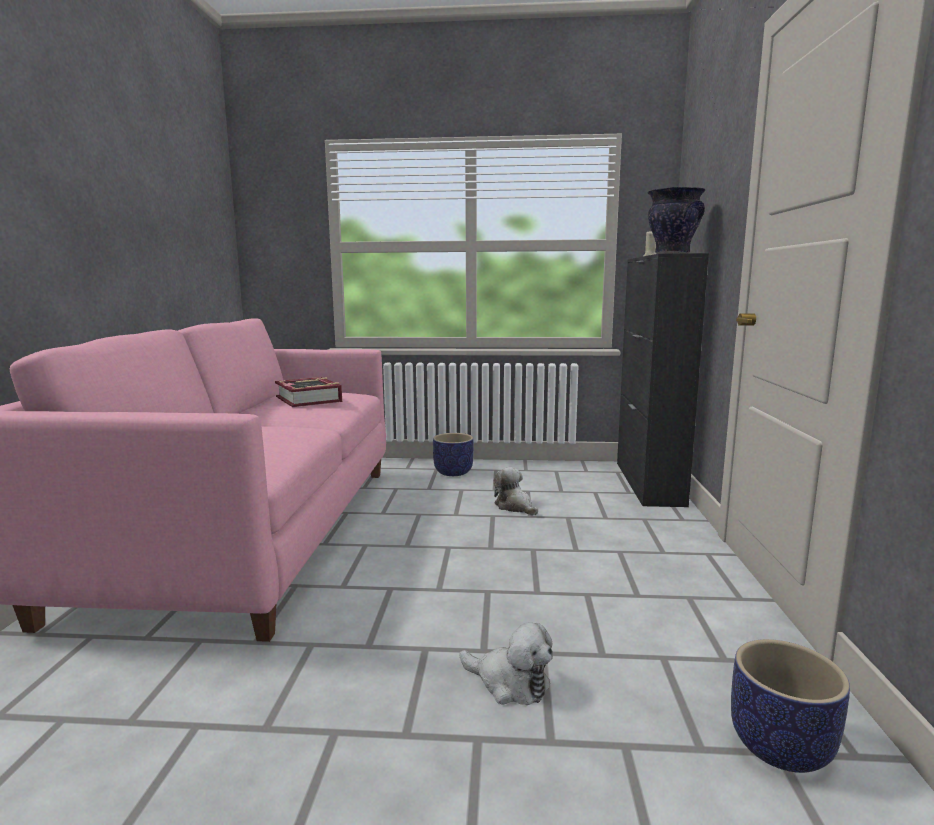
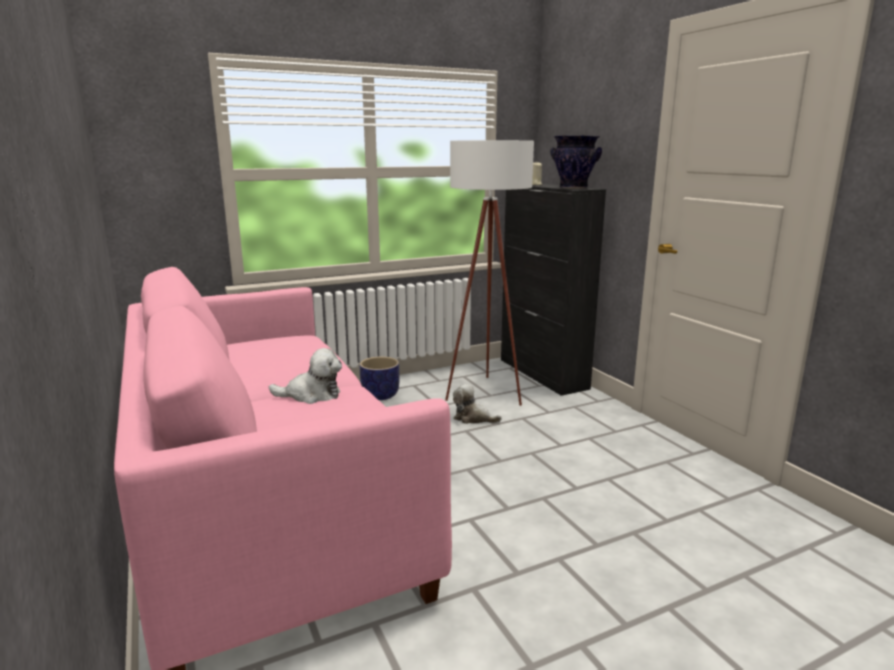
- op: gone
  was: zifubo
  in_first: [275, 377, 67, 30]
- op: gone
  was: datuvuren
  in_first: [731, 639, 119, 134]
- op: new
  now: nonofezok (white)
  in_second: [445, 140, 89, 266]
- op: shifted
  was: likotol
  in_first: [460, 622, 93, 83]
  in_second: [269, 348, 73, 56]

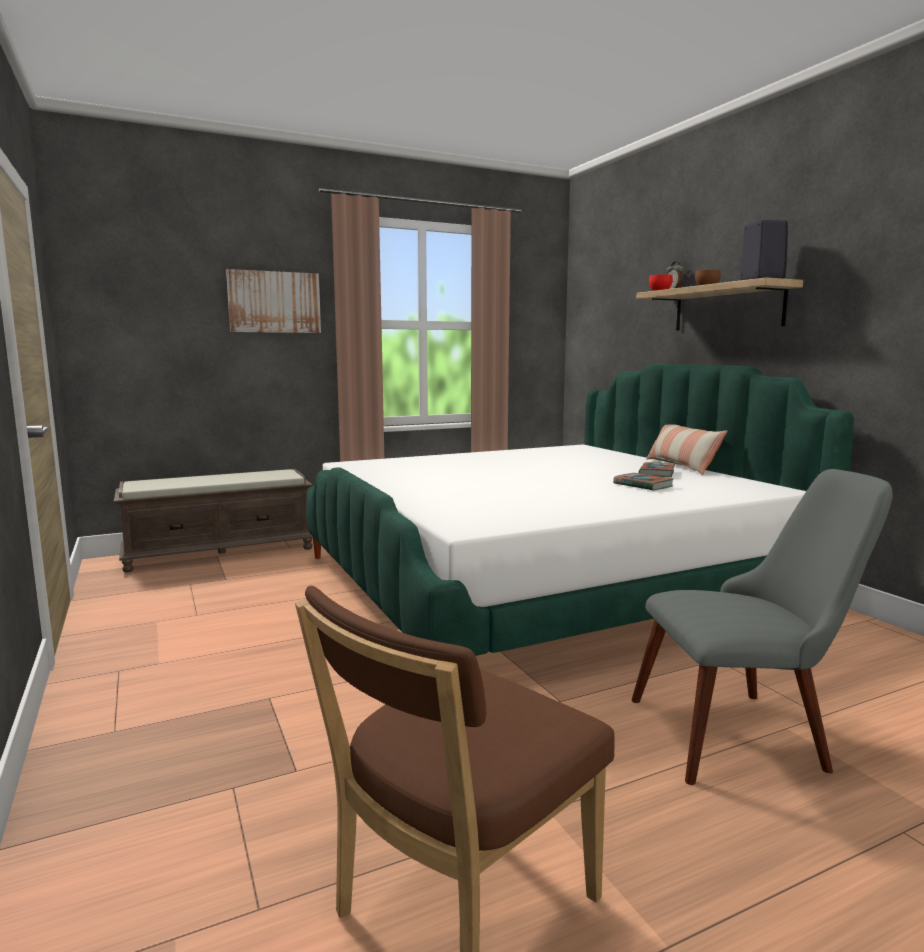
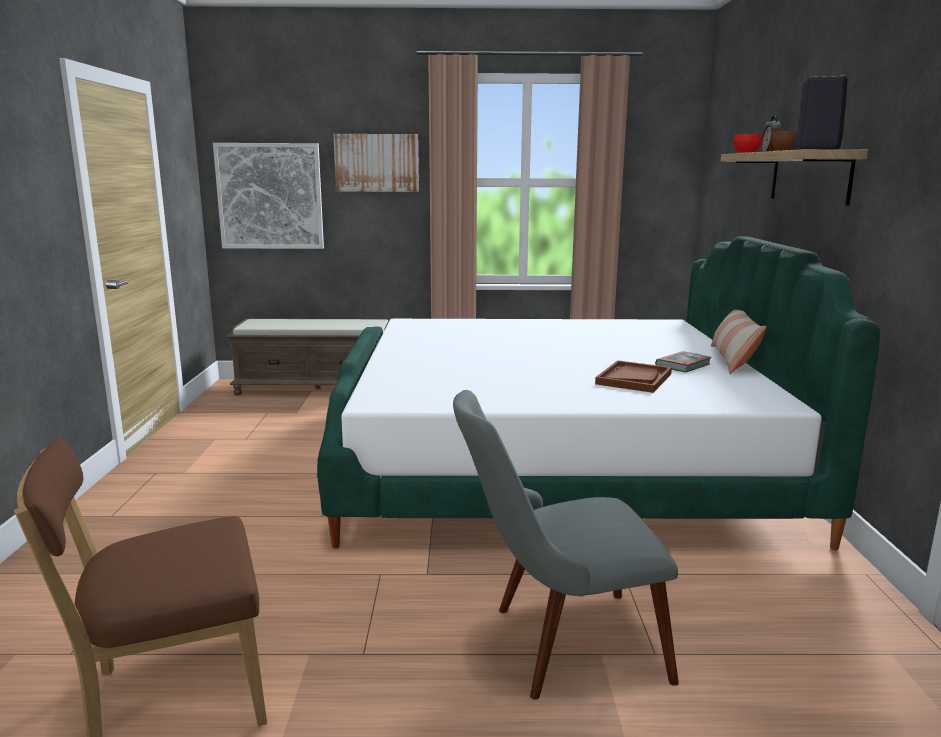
- op: new
  now: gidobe
  in_second: [213, 143, 111, 106]
- op: swapped
  was: zifubo
  now: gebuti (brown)
  in_first: [613, 473, 60, 18]
  in_second: [595, 360, 77, 33]
- op: rotated
  was: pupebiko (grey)
  in_first: [632, 469, 261, 316]
  in_second: [453, 390, 226, 310]
  clockwise: 150

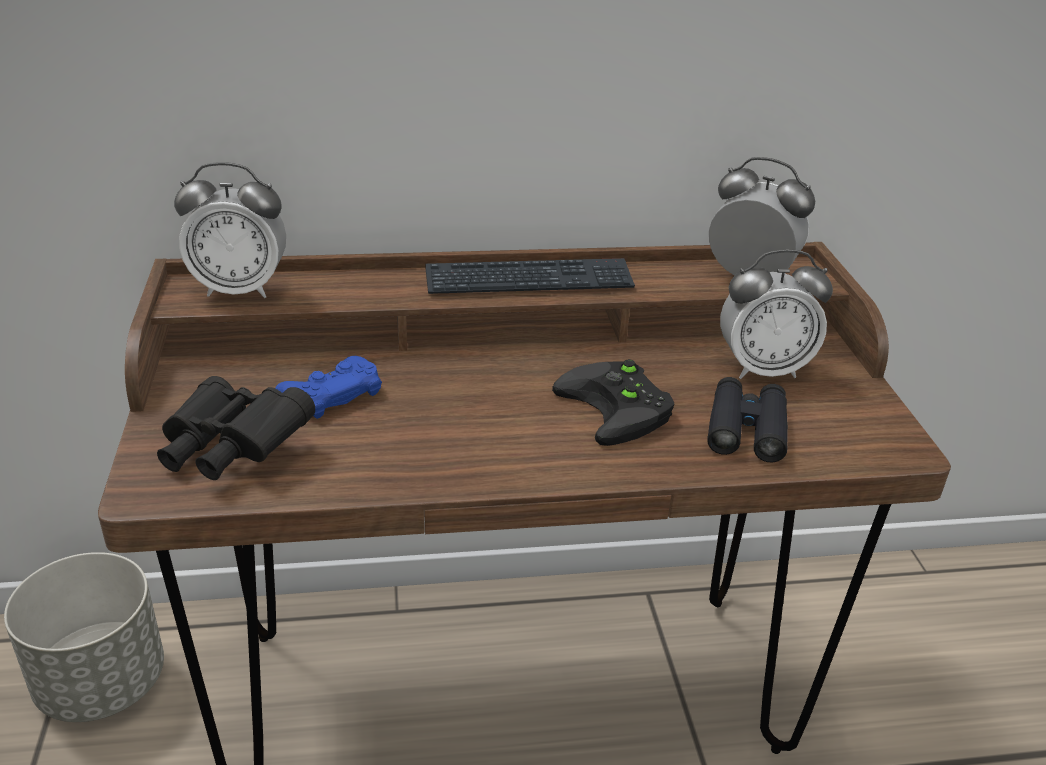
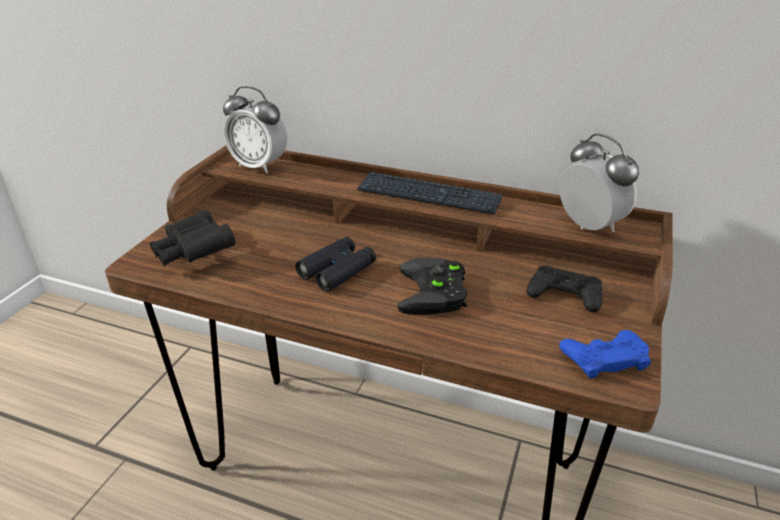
- op: gone
  was: datuvuren (grey)
  in_first: [4, 552, 160, 170]
- op: shifted
  was: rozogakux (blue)
  in_first: [275, 356, 107, 63]
  in_second: [559, 330, 92, 49]
- op: shifted
  was: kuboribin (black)
  in_first: [707, 377, 81, 85]
  in_second: [295, 237, 81, 55]
- op: swapped
  was: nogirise
  now: rozogakux (black)
  in_first: [720, 249, 113, 130]
  in_second: [527, 266, 75, 46]

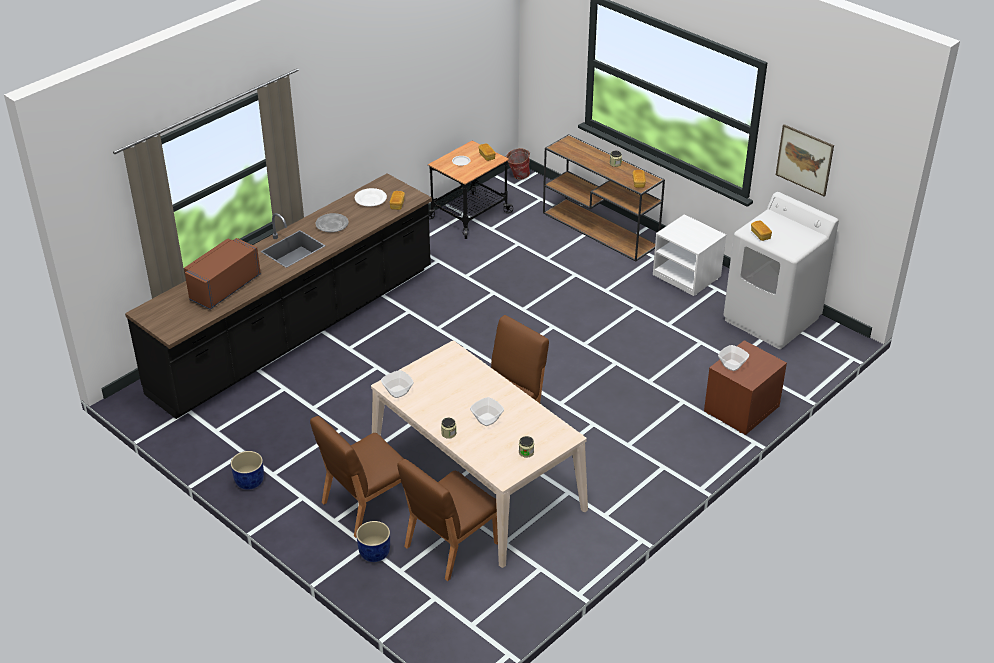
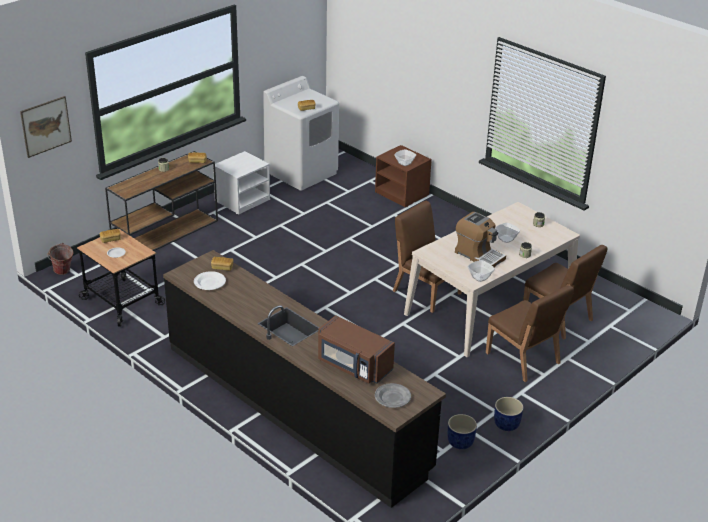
- op: new
  now: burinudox
  in_second: [455, 212, 51, 55]
- op: shifted
  was: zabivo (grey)
  in_first: [316, 213, 33, 19]
  in_second: [375, 383, 36, 25]
- op: shifted
  was: datuvuren (blue)
  in_first: [356, 521, 34, 41]
  in_second: [448, 414, 29, 35]
- op: shifted
  was: gidobe
  in_first: [776, 124, 58, 73]
  in_second: [20, 96, 52, 62]

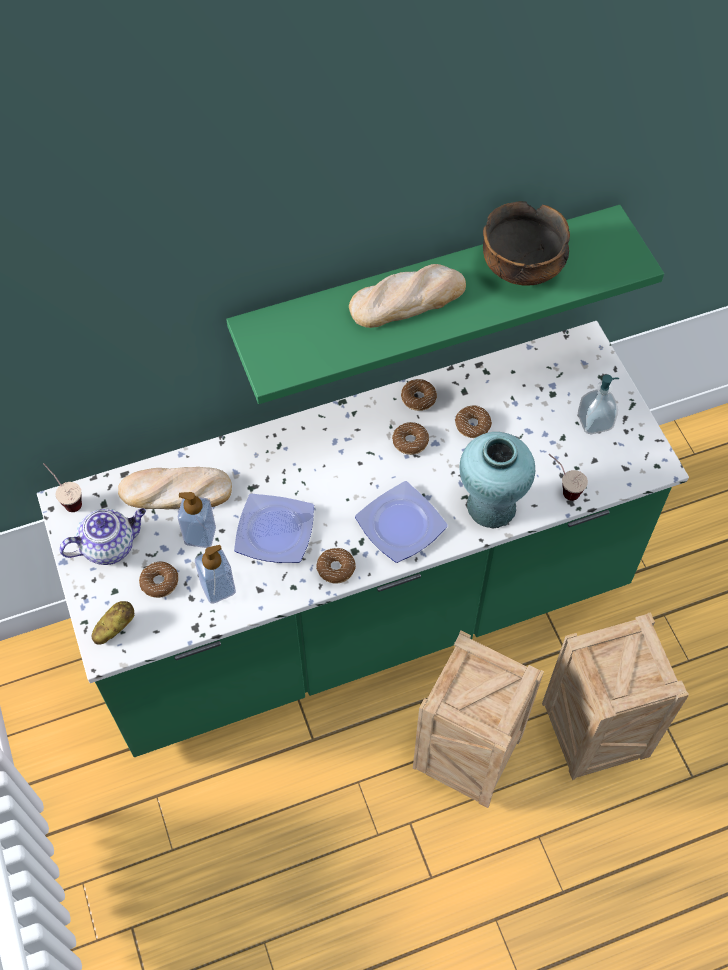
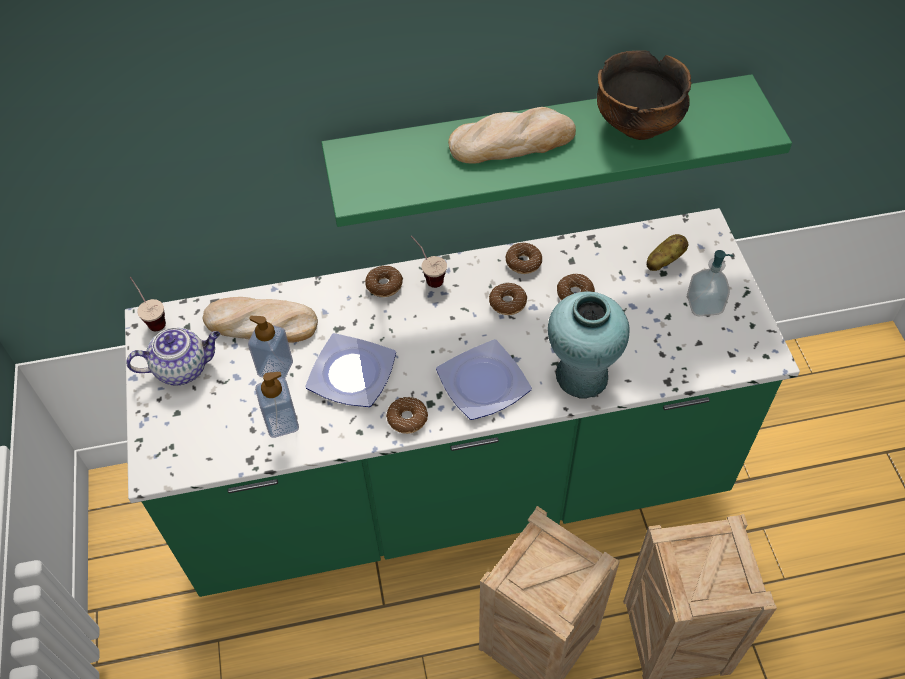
- op: shifted
  was: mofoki
  in_first: [92, 601, 42, 44]
  in_second: [647, 234, 42, 37]
- op: shifted
  was: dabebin
  in_first: [139, 562, 39, 36]
  in_second: [365, 265, 38, 32]
- op: shifted
  was: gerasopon
  in_first: [549, 454, 39, 47]
  in_second: [411, 236, 36, 52]

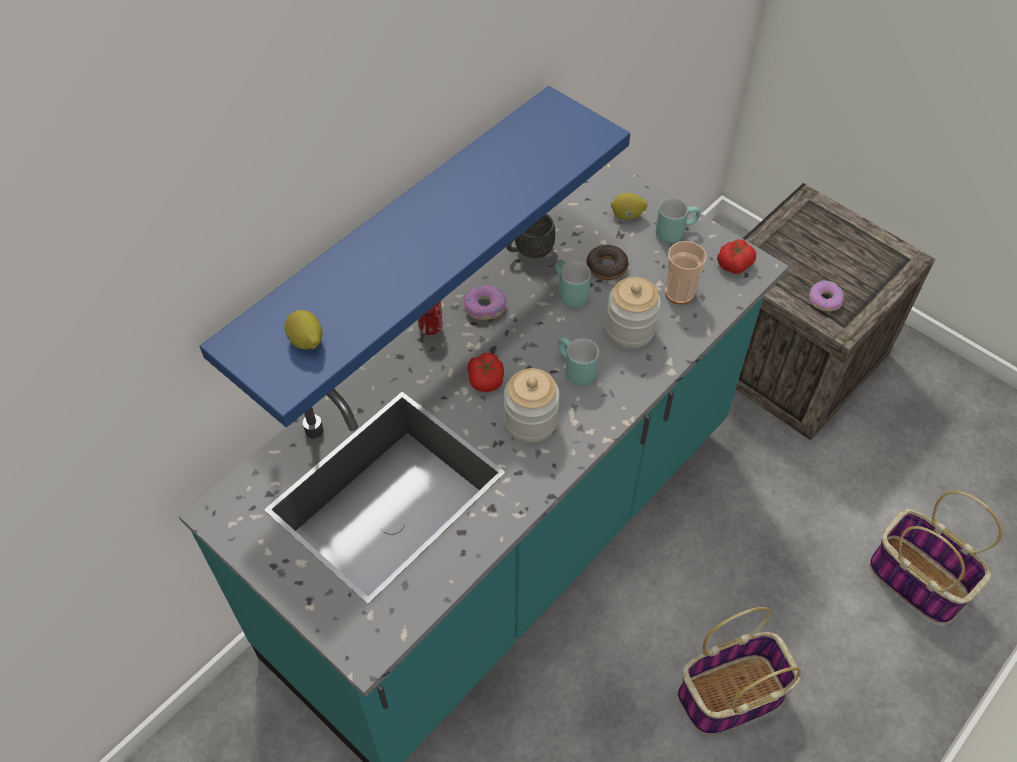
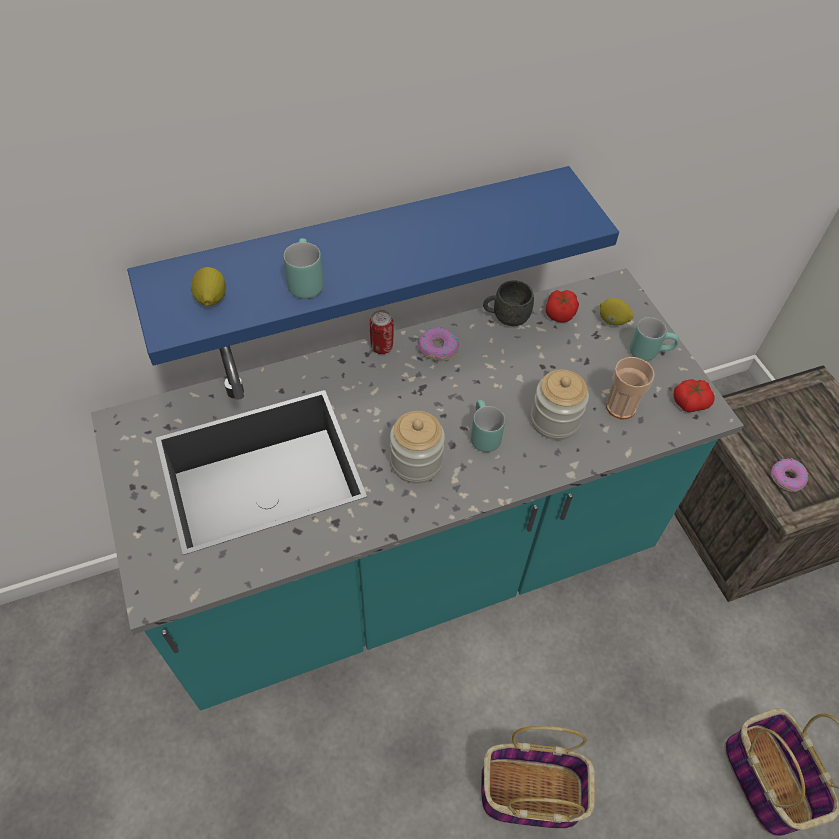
- op: gone
  was: dabebin
  in_first: [587, 245, 41, 35]
- op: shifted
  was: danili
  in_first: [467, 353, 37, 39]
  in_second: [546, 290, 33, 33]
- op: shifted
  was: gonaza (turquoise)
  in_first: [555, 259, 36, 48]
  in_second: [284, 238, 40, 61]

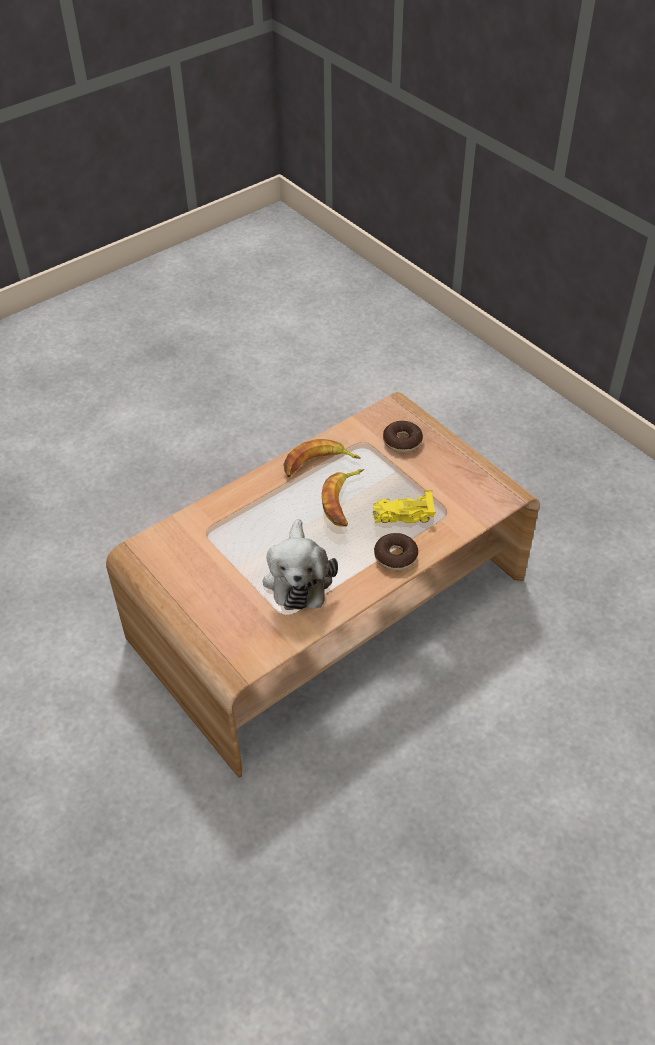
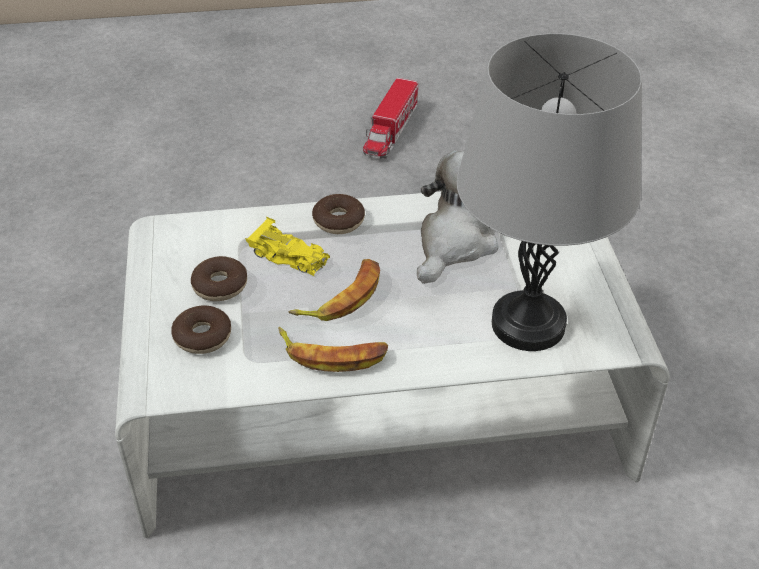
- op: new
  now: dabebin
  in_second: [191, 256, 56, 45]
- op: new
  now: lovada
  in_second: [363, 78, 55, 81]
- op: new
  now: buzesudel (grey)
  in_second: [457, 33, 185, 318]
- op: repainted
  was: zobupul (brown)
  now: zobupul (white)
  in_first: [106, 392, 433, 386]
  in_second: [115, 192, 554, 346]

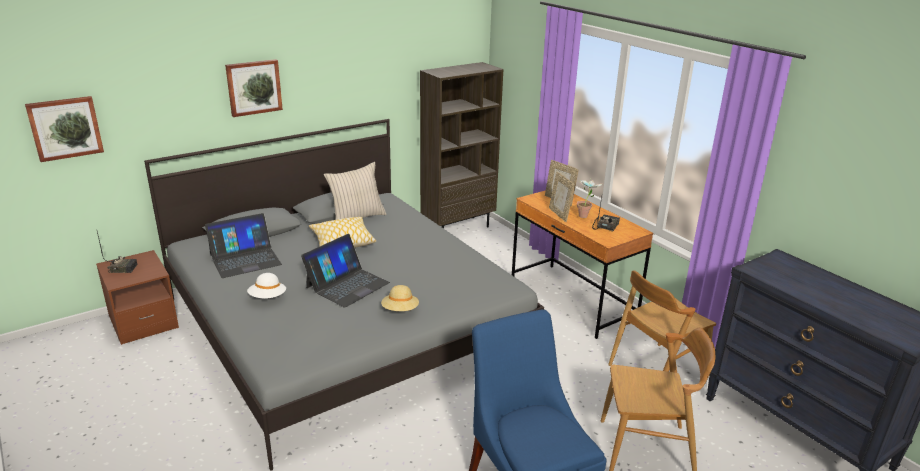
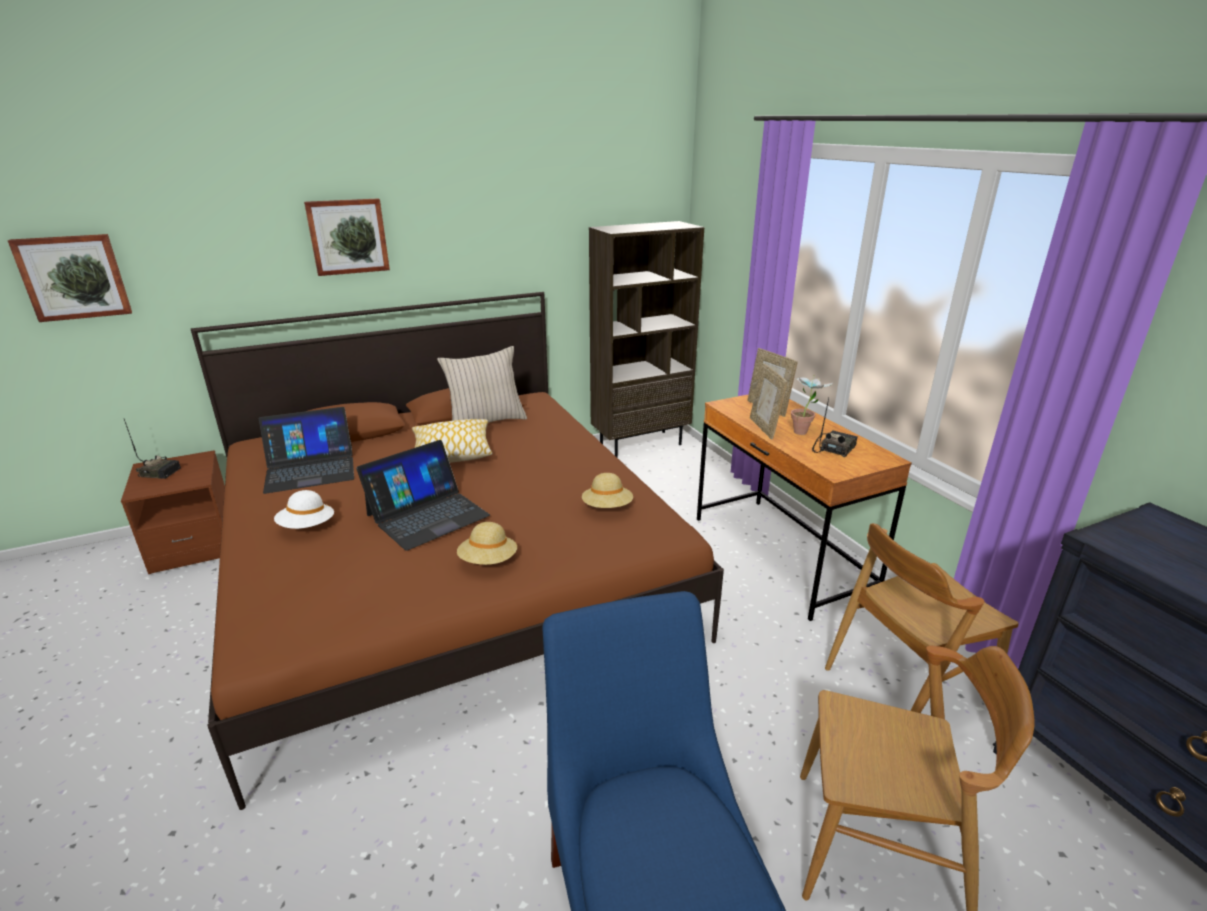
- op: new
  now: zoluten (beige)
  in_second: [582, 473, 51, 35]
- op: repainted
  was: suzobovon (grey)
  now: suzobovon (brown)
  in_first: [144, 119, 400, 352]
  in_second: [190, 292, 534, 518]

